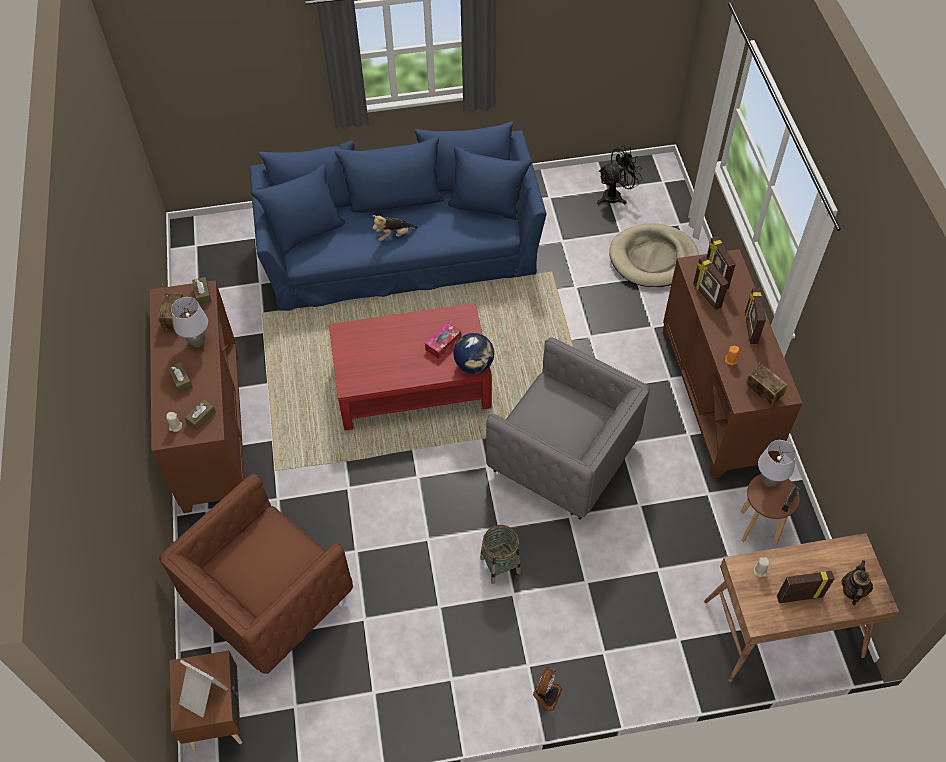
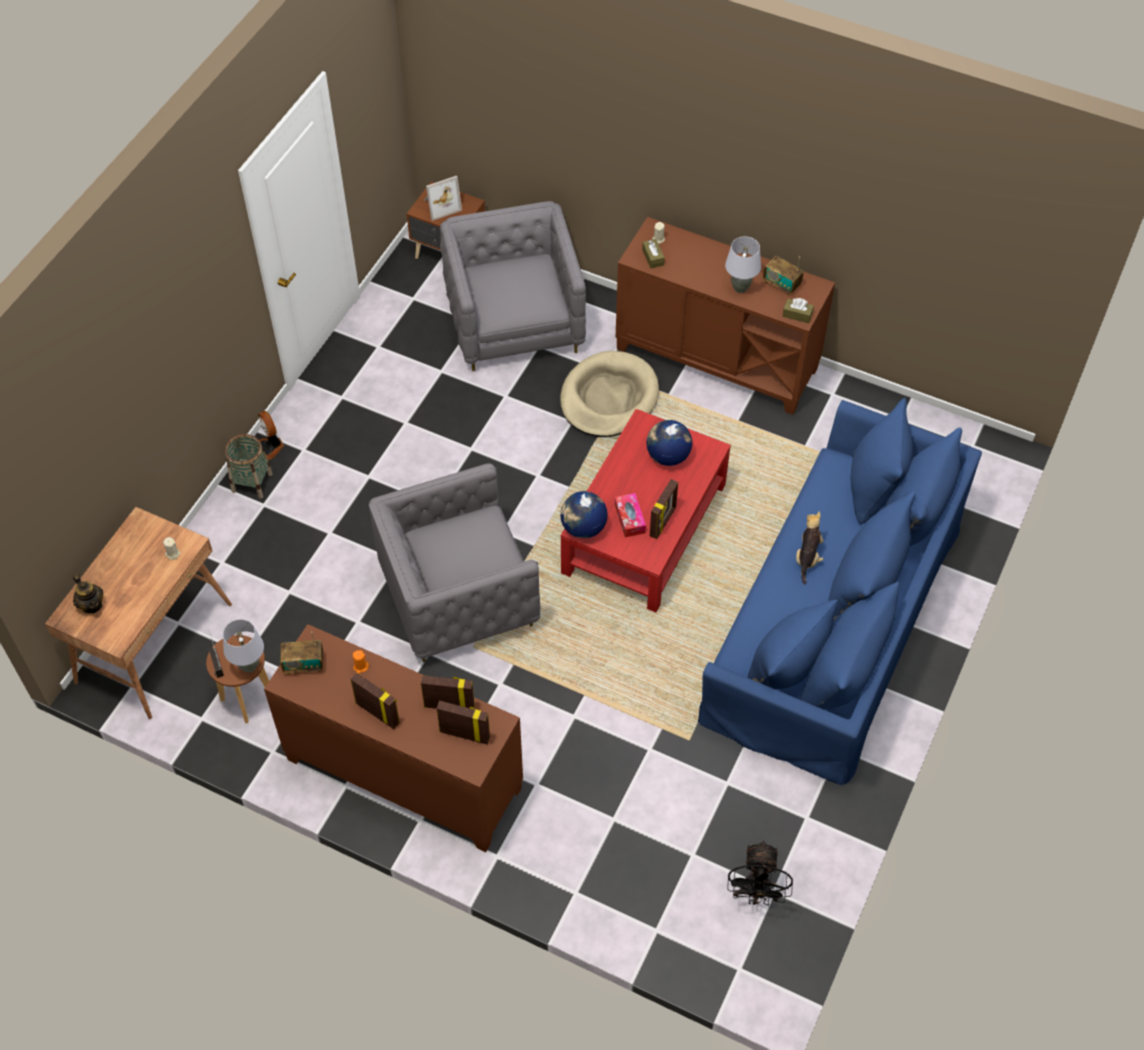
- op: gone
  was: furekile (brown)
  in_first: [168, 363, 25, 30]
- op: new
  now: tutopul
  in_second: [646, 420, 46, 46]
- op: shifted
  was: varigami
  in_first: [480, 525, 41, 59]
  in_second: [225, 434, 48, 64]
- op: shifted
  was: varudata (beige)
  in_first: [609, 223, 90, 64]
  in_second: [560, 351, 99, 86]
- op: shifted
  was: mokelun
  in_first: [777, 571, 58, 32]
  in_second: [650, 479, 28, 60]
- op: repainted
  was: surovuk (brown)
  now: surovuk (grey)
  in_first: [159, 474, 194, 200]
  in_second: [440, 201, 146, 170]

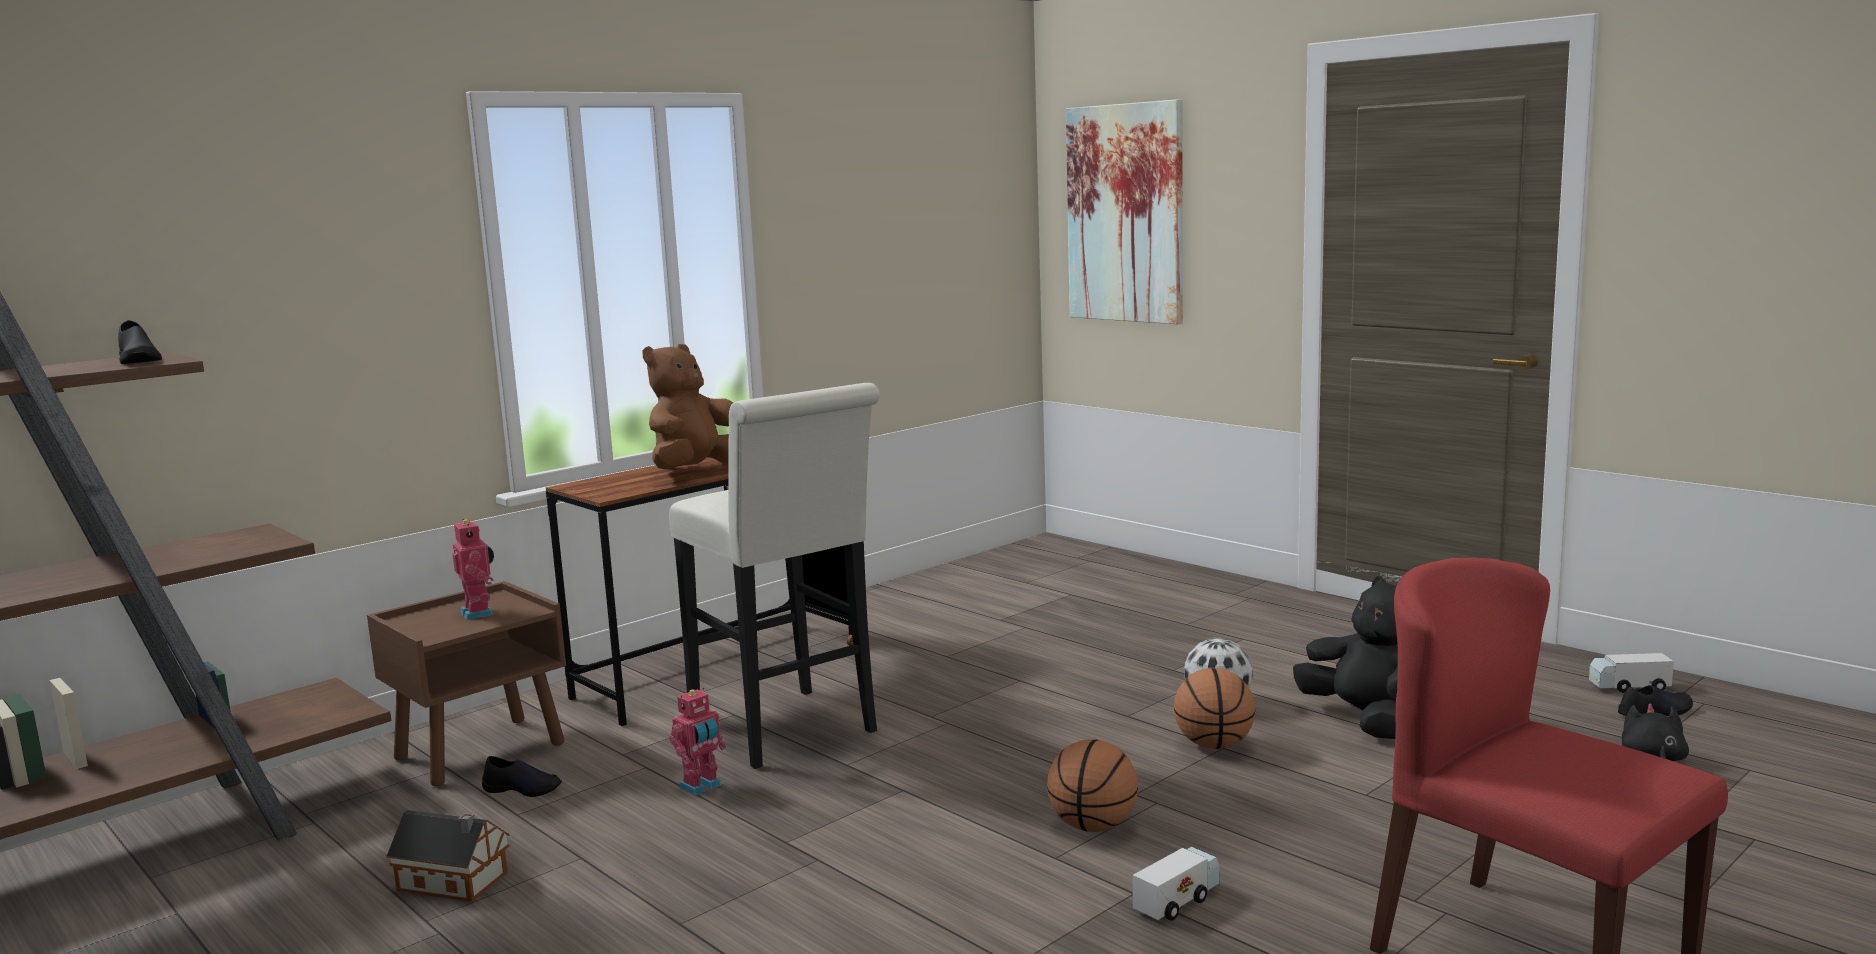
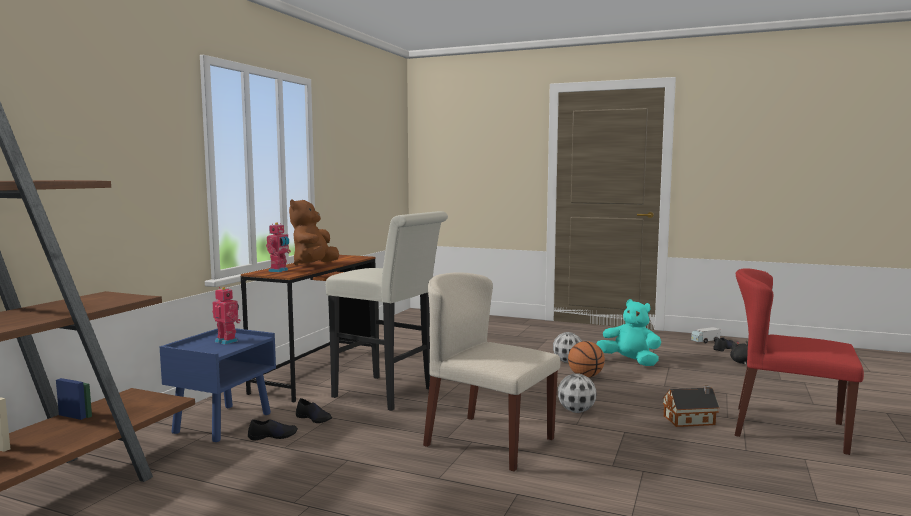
- op: gone
  was: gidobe
  in_first: [1066, 99, 117, 225]
- op: gone
  was: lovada
  in_first: [1133, 847, 86, 74]
- op: new
  now: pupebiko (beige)
  in_second: [423, 272, 137, 199]
- op: shifted
  was: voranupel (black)
  in_first: [118, 320, 44, 44]
  in_second: [296, 398, 36, 25]
- op: shifted
  was: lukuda
  in_first: [386, 810, 124, 92]
  in_second: [663, 385, 57, 42]
- op: shifted
  was: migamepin
  in_first: [670, 688, 56, 108]
  in_second: [266, 222, 25, 50]
- op: swapped
  was: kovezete
  now: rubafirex
  in_first: [1047, 739, 91, 93]
  in_second: [558, 373, 38, 40]
- op: repainted
  was: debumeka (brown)
  now: debumeka (blue)
  in_first: [367, 581, 199, 205]
  in_second: [159, 328, 117, 114]
- op: repainted
  was: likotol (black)
  now: likotol (turquoise)
  in_first: [1293, 576, 105, 163]
  in_second: [596, 299, 65, 67]

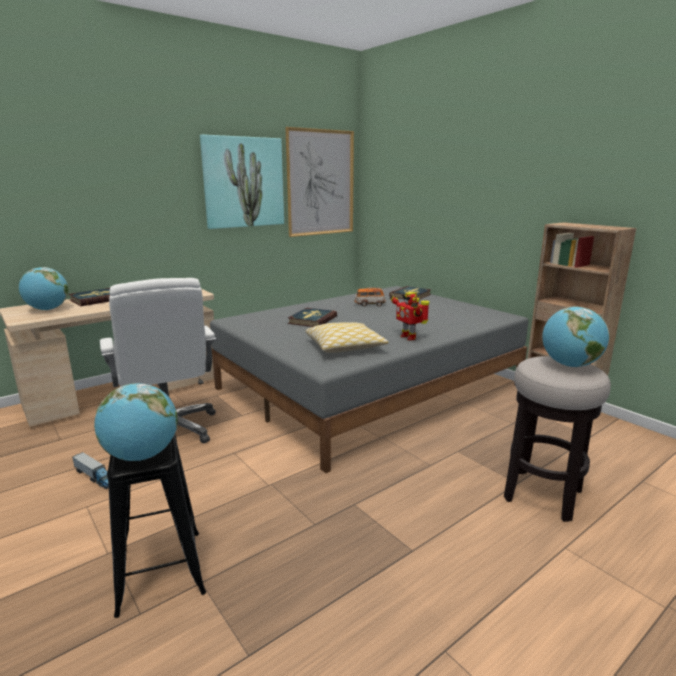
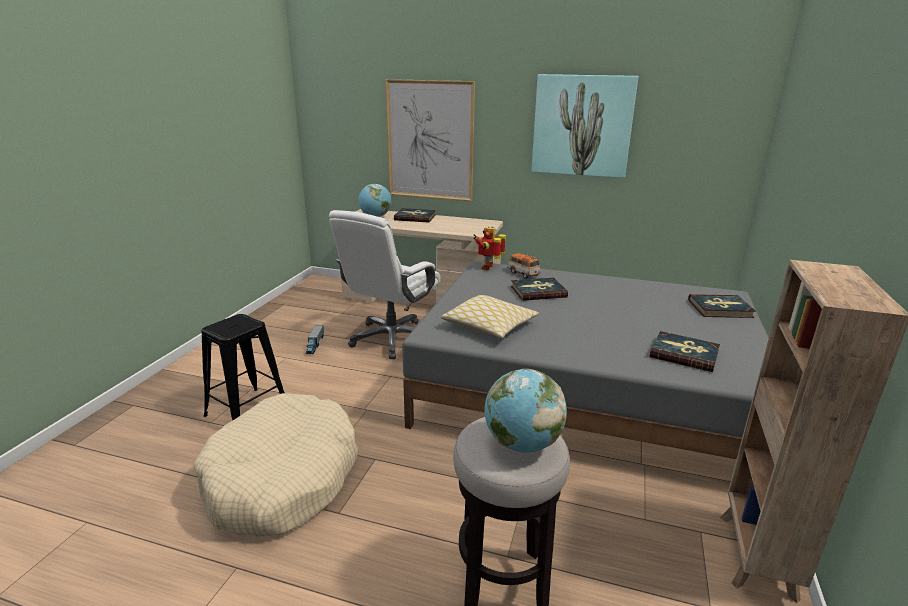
- op: gone
  was: tutopul
  in_first: [94, 383, 84, 78]
- op: new
  now: varudata (beige)
  in_second: [194, 393, 164, 144]
- op: new
  now: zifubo
  in_second: [649, 331, 71, 41]
- op: shifted
  was: gidobe
  in_first: [285, 127, 69, 110]
  in_second: [385, 79, 90, 122]
- op: shifted
  was: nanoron
  in_first: [355, 287, 31, 20]
  in_second: [507, 253, 34, 26]
- op: shifted
  was: migamepin
  in_first: [390, 292, 39, 49]
  in_second: [473, 227, 33, 43]

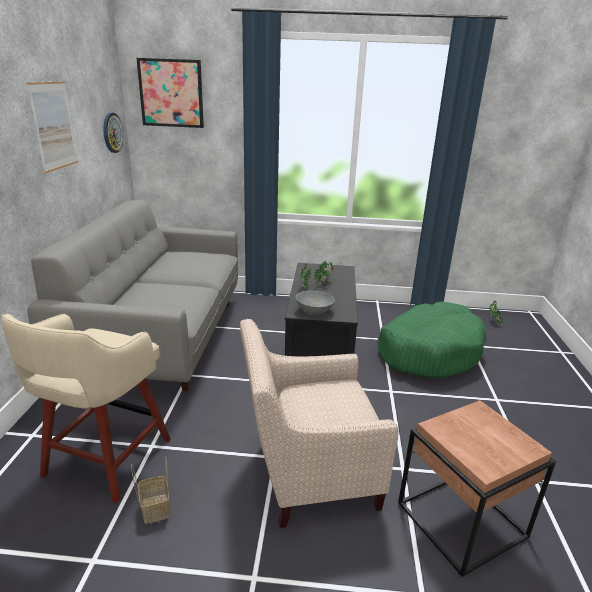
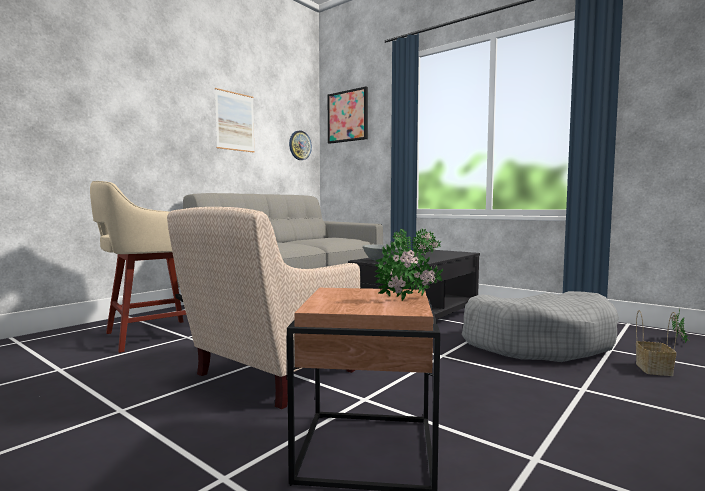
- op: new
  now: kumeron
  in_second: [375, 239, 68, 62]
- op: shifted
  was: varigami
  in_first: [131, 456, 38, 68]
  in_second: [636, 310, 41, 66]
- op: repainted
  was: varudata (green)
  now: varudata (grey)
  in_first: [378, 302, 108, 76]
  in_second: [462, 291, 157, 71]
- op: rotated
  was: surovuk (beige)
  in_first: [240, 319, 159, 209]
  in_second: [167, 207, 194, 202]
  clockwise: -75

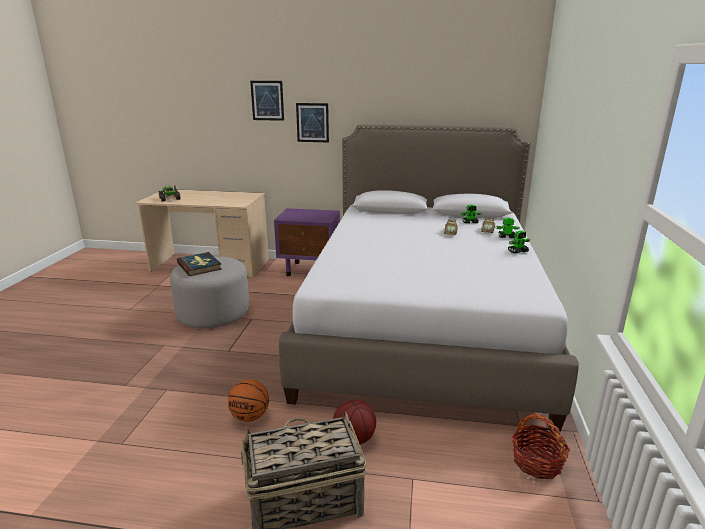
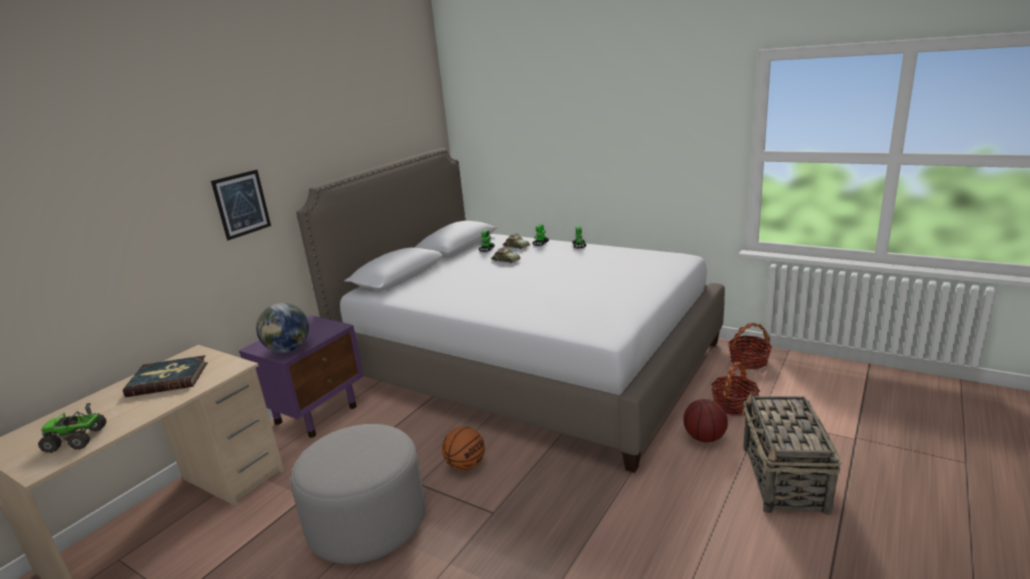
- op: gone
  was: gidobe
  in_first: [250, 81, 34, 40]
- op: new
  now: tutopul
  in_second: [256, 303, 53, 50]
- op: new
  now: varigami
  in_second: [711, 362, 49, 54]
- op: shifted
  was: zifubo
  in_first: [177, 252, 45, 24]
  in_second: [123, 355, 85, 42]
- op: shifted
  was: kovezete
  in_first: [228, 380, 41, 42]
  in_second: [442, 426, 43, 45]

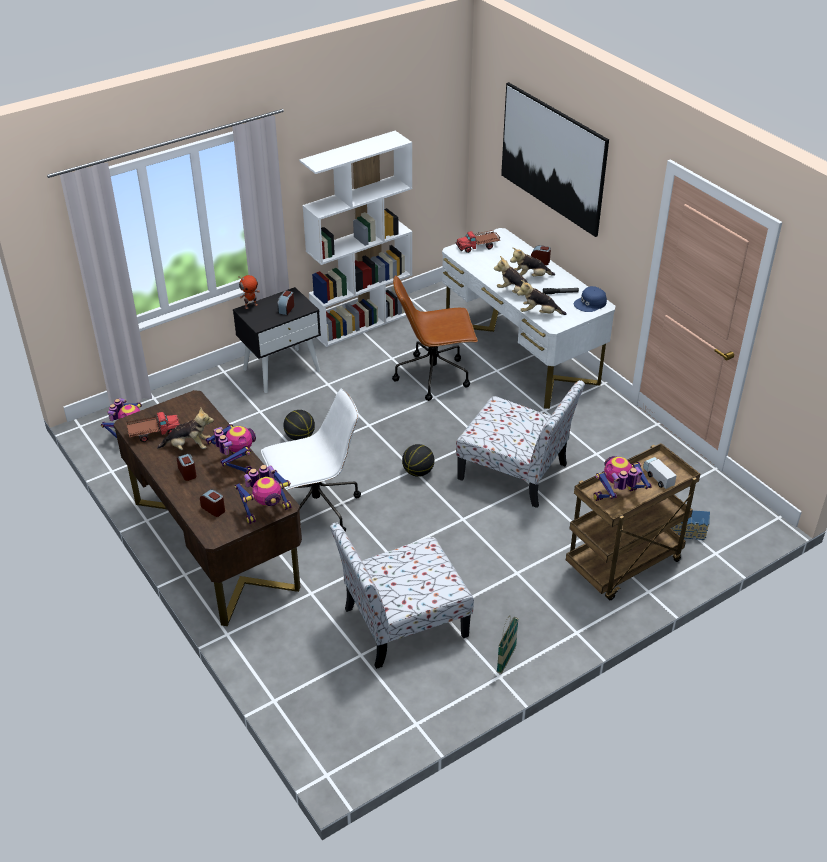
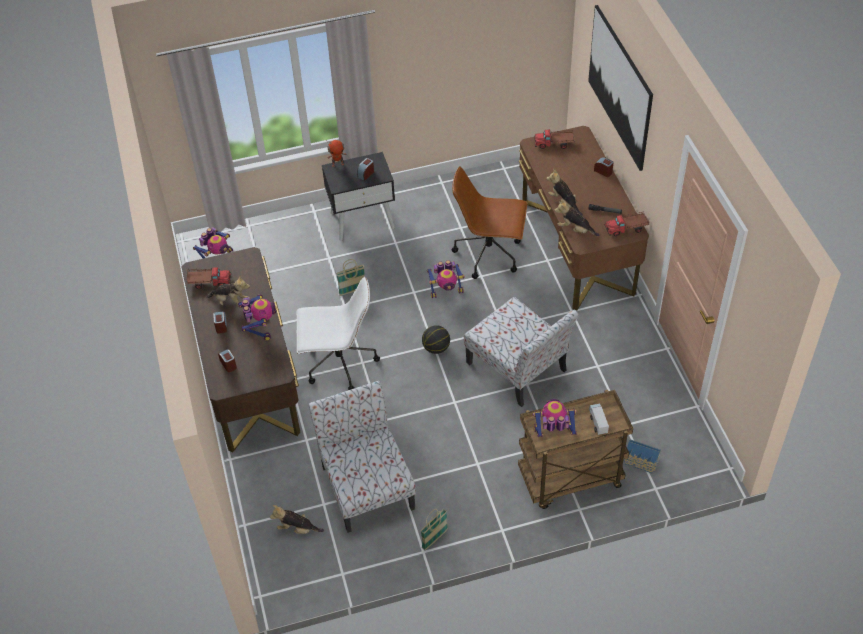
- op: gone
  was: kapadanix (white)
  in_first: [299, 131, 113, 216]
- op: shifted
  was: migamepin
  in_first: [235, 465, 57, 59]
  in_second: [427, 260, 38, 38]
- op: shifted
  was: likotol
  in_first: [510, 248, 45, 29]
  in_second: [270, 505, 54, 29]
- op: swapped
  was: kovezete
  now: varigami
  in_first: [283, 410, 32, 30]
  in_second: [336, 259, 28, 37]
- op: swapped
  was: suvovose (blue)
  now: lovada
  in_first: [574, 286, 33, 26]
  in_second: [604, 212, 45, 24]
- op: repainted
  was: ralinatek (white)
  now: ralinatek (brown)
  in_first: [442, 228, 174, 181]
  in_second: [519, 126, 130, 185]
- op: rotated
  was: pupebiko
  in_first: [330, 522, 144, 147]
  in_second: [308, 381, 108, 152]
  clockwise: 75

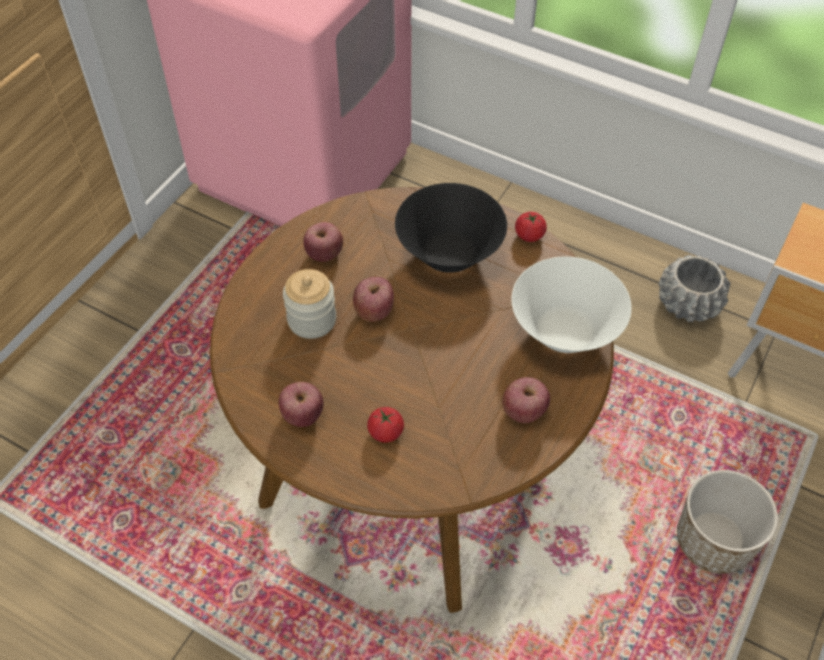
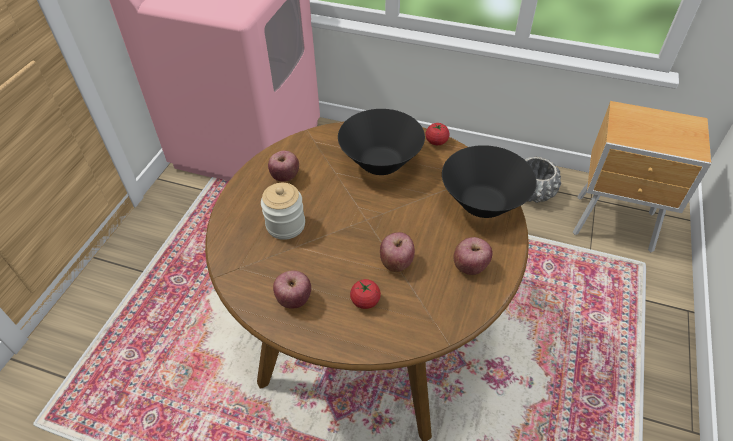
- op: gone
  was: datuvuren
  in_first: [677, 470, 101, 104]
- op: shifted
  was: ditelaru
  in_first: [353, 277, 41, 45]
  in_second: [380, 232, 35, 40]
- op: repainted
  was: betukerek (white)
  now: betukerek (black)
  in_first: [511, 256, 121, 97]
  in_second: [442, 145, 95, 73]

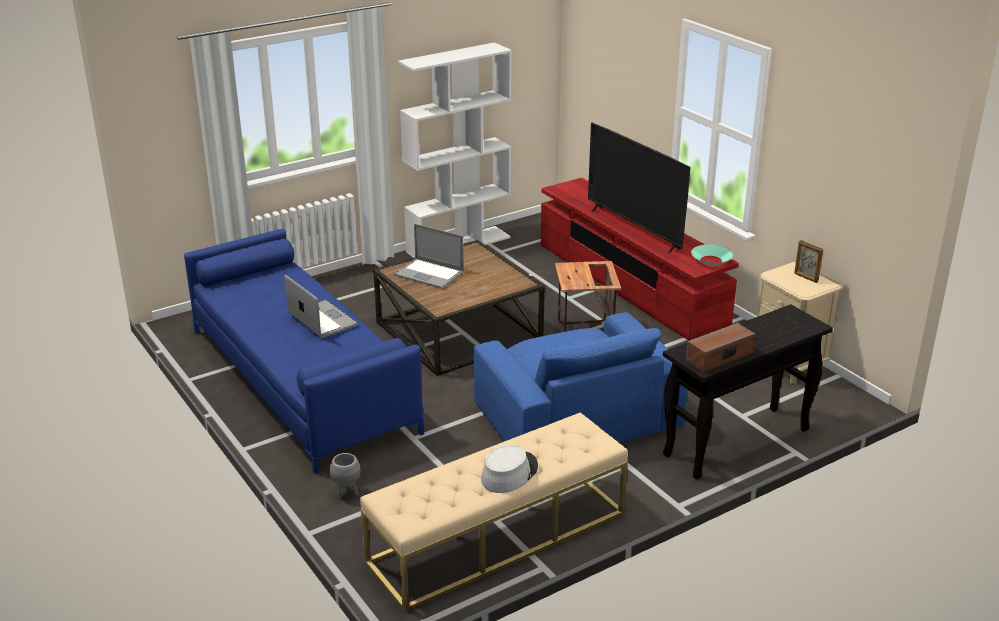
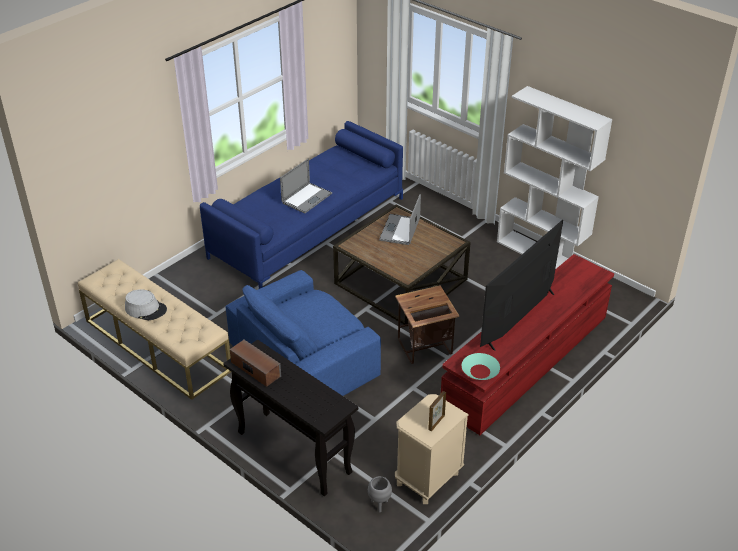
- op: shifted
  was: datuvuren (grey)
  in_first: [330, 453, 31, 46]
  in_second: [368, 476, 24, 36]

